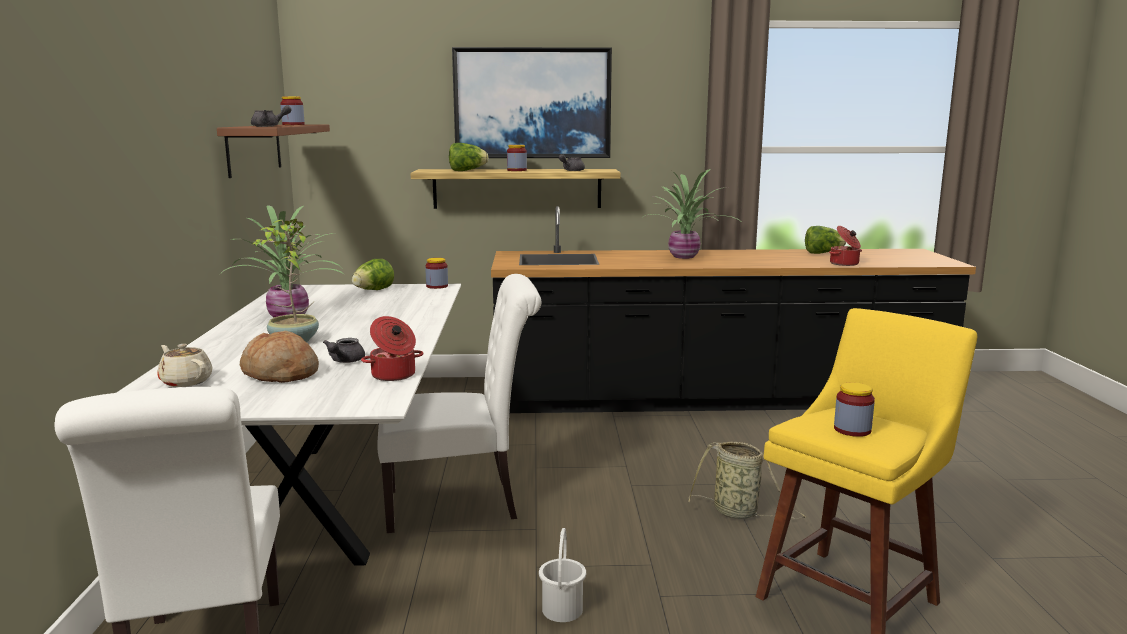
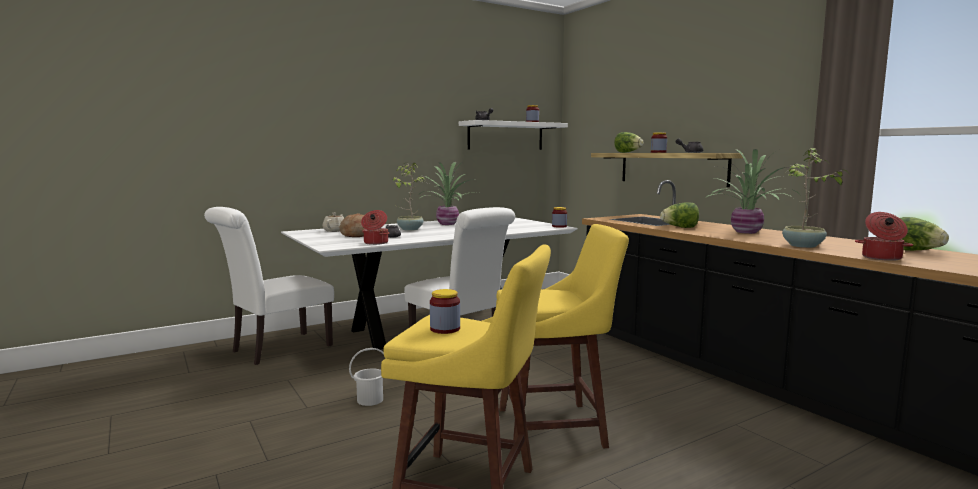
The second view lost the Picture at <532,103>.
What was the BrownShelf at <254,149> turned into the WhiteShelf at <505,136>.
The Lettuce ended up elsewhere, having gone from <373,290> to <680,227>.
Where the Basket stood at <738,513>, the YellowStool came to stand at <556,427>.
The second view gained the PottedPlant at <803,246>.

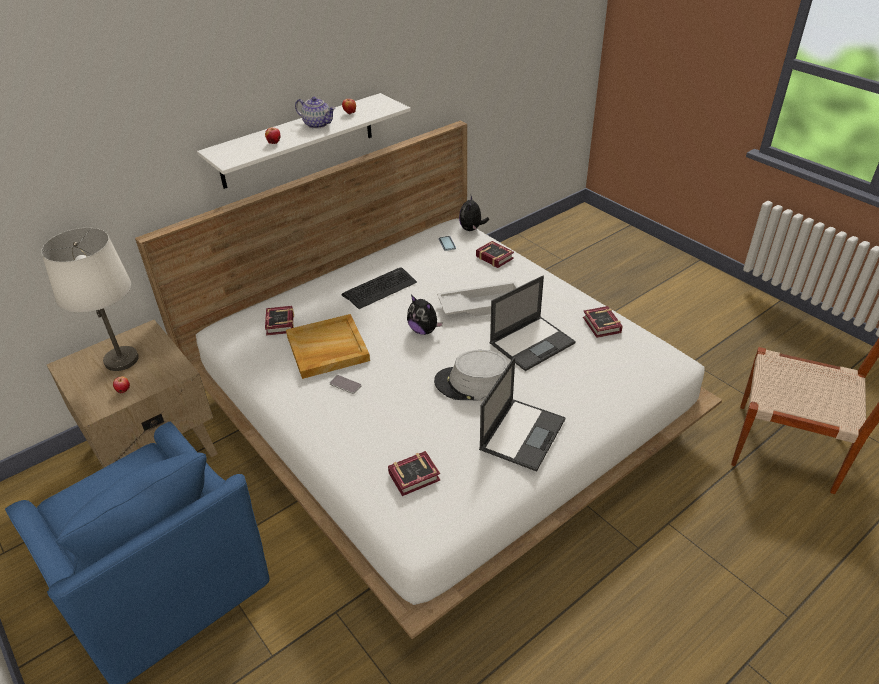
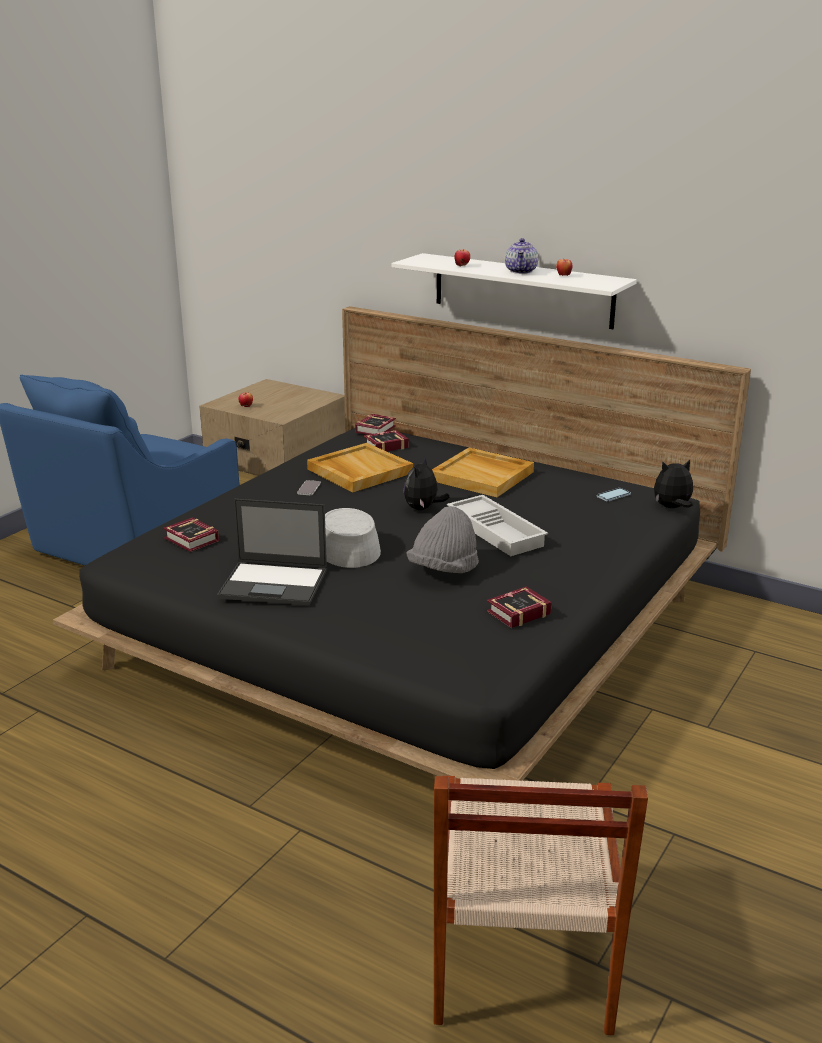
What was the WhiteBed at <442,413> turned into the BlackBed at <411,630>.
The second view lost the WhiteTableLamp at <121,360>.
The Book ended up elsewhere, having gone from <494,256> to <377,429>.
Where the Keyboard stood at <380,288>, the BeigeTray came to stand at <483,476>.
Where the Laptop stood at <532,342>, the GreyHat came to stand at <443,570>.

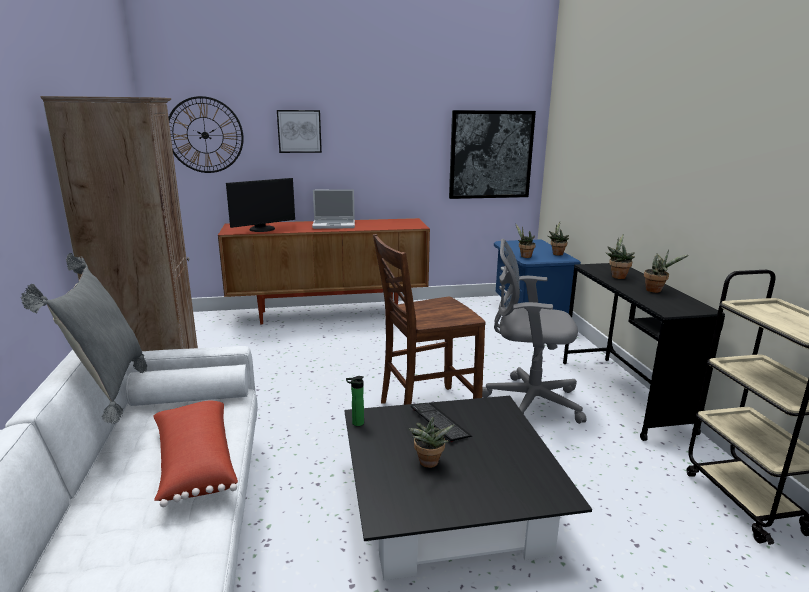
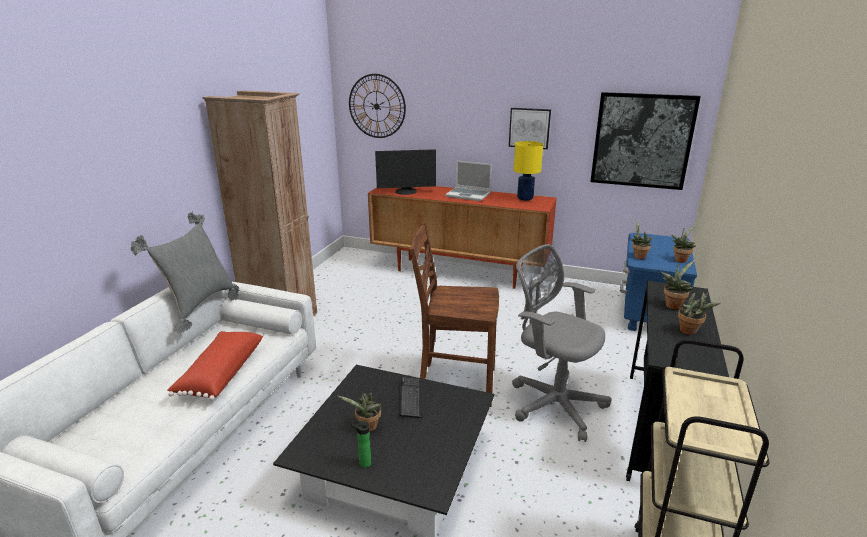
The Picture ended up elsewhere, having gone from <299,131> to <529,128>.
The Bottle ended up elsewhere, having gone from <356,423> to <363,463>.
The second view gained the YellowTableLamp at <525,199>.

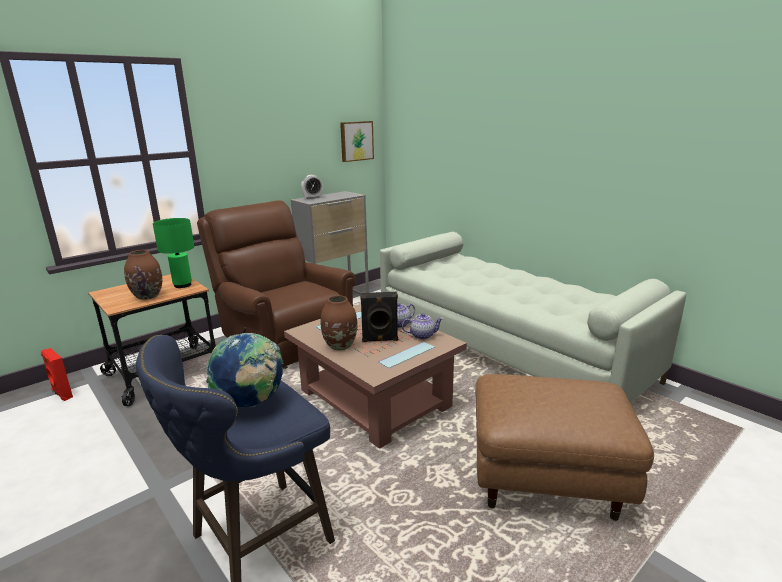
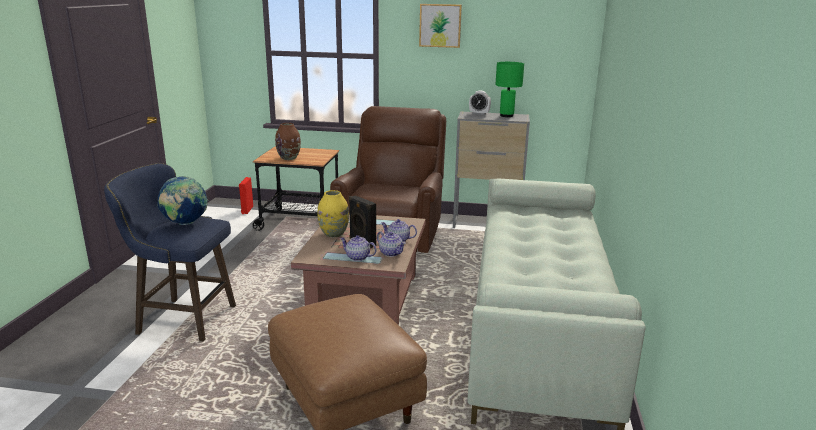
The Picture ended up elsewhere, having gone from <356,141> to <440,25>.
The GreenTableLamp ended up elsewhere, having gone from <183,285> to <507,116>.
What was the BrownVase at <340,346> turned into the YellowVase at <333,234>.
The second view gained the Teapot at <357,257>.

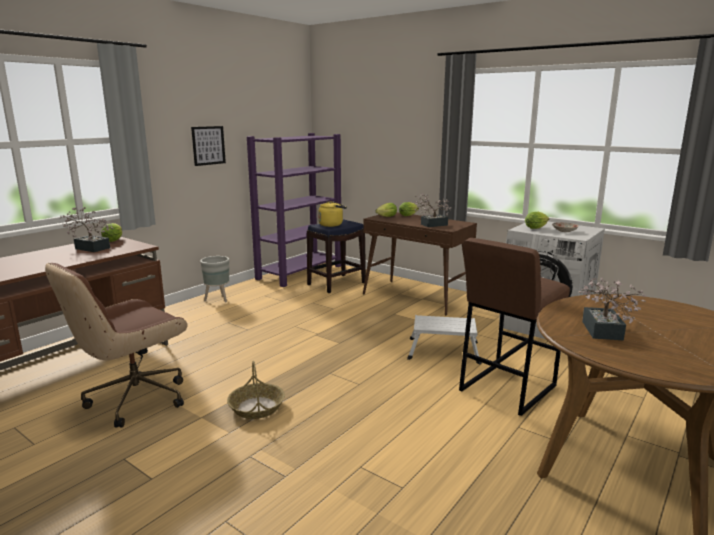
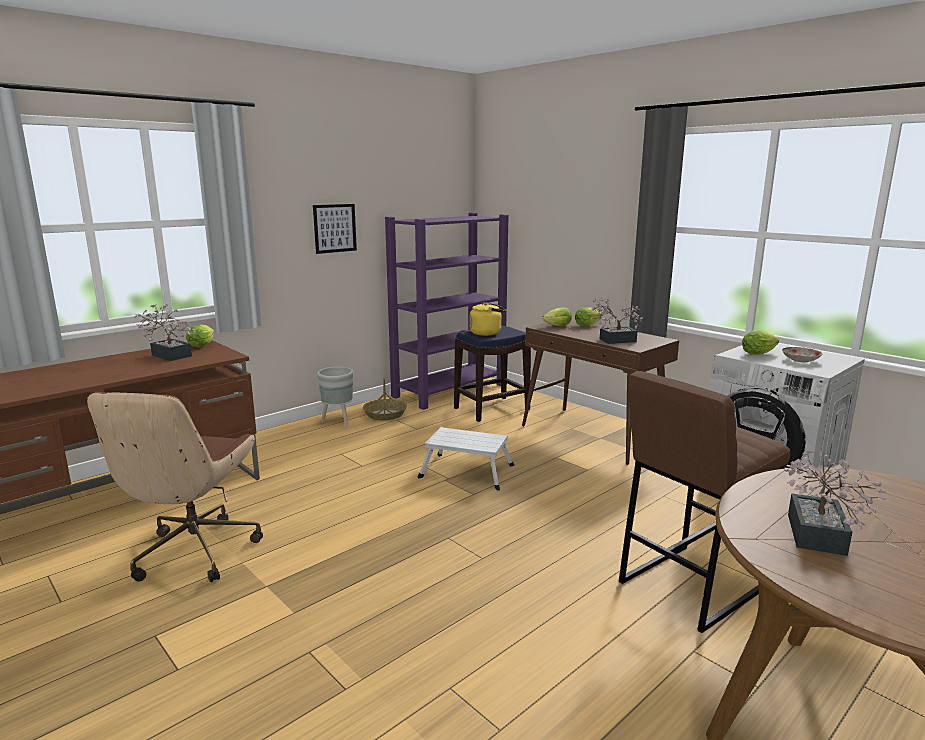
The BrownOfficeChair at <134,401> ended up facing another way, 45 degrees counterclockwise from before.
The WhiteStepLadder ended up elsewhere, having gone from <443,350> to <466,471>.
The Basket ended up elsewhere, having gone from <256,407> to <385,414>.

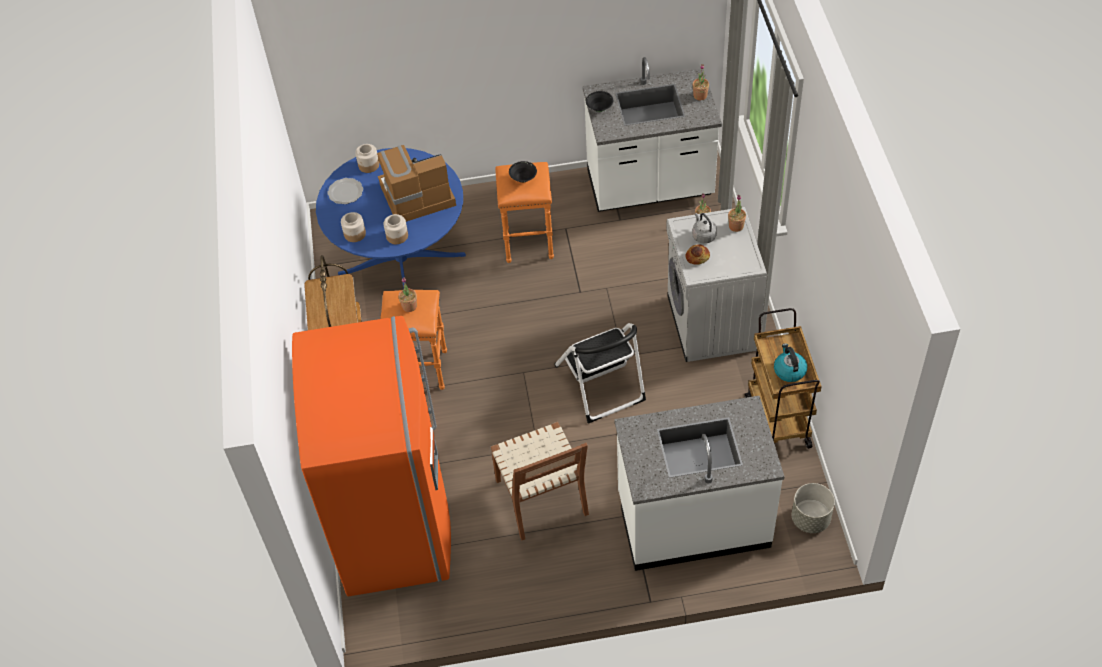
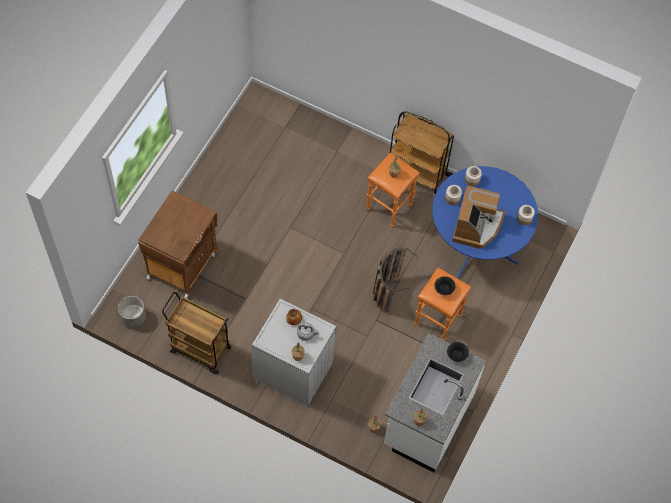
The second view lost the Plate at <345,192>.
The second view lost the OrangeFridge at <395,524>.
The second view lost the StepLadder at <600,385>.
The second view lost the Kettle at <789,370>.
Where the WhiteCounter stood at <693,520>, the BrownCart came to stand at <183,264>.
The second view lost the Chair at <542,502>.
The second view gained the Basket at <388,288>.

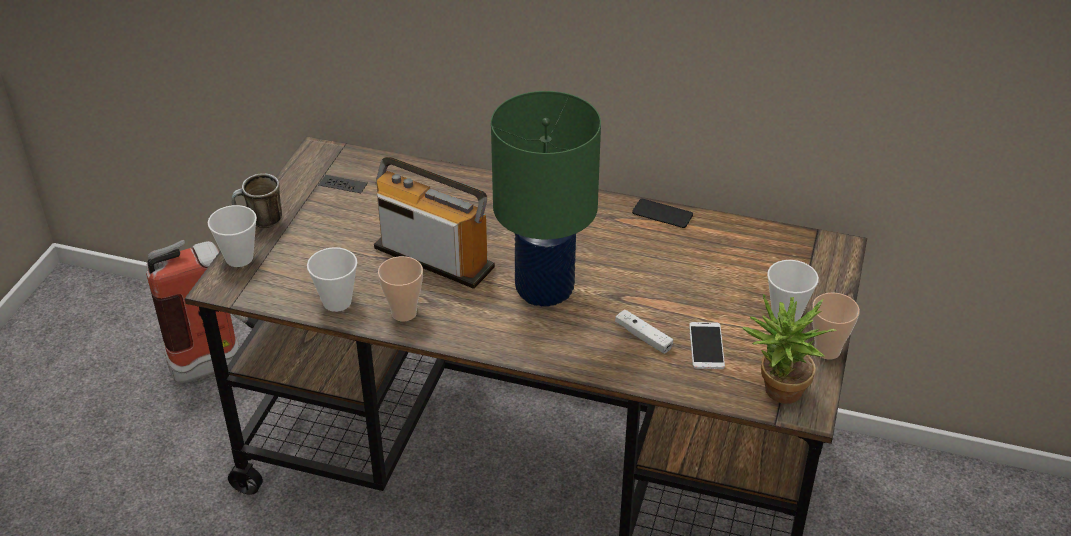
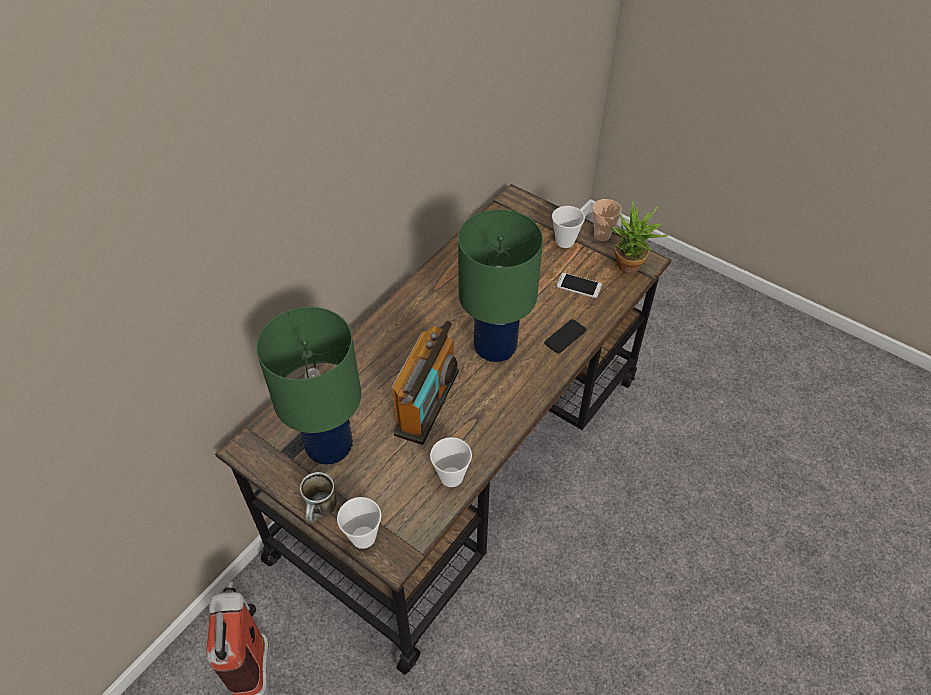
The Radio at <434,257> ended up facing another way, 150 degrees clockwise from before.
The Phone ended up elsewhere, having gone from <662,214> to <565,336>.
The second view lost the Cup at <404,313>.
The second view lost the WhiteGameController at <643,337>.
The second view gained the GreenTableLamp at <330,448>.

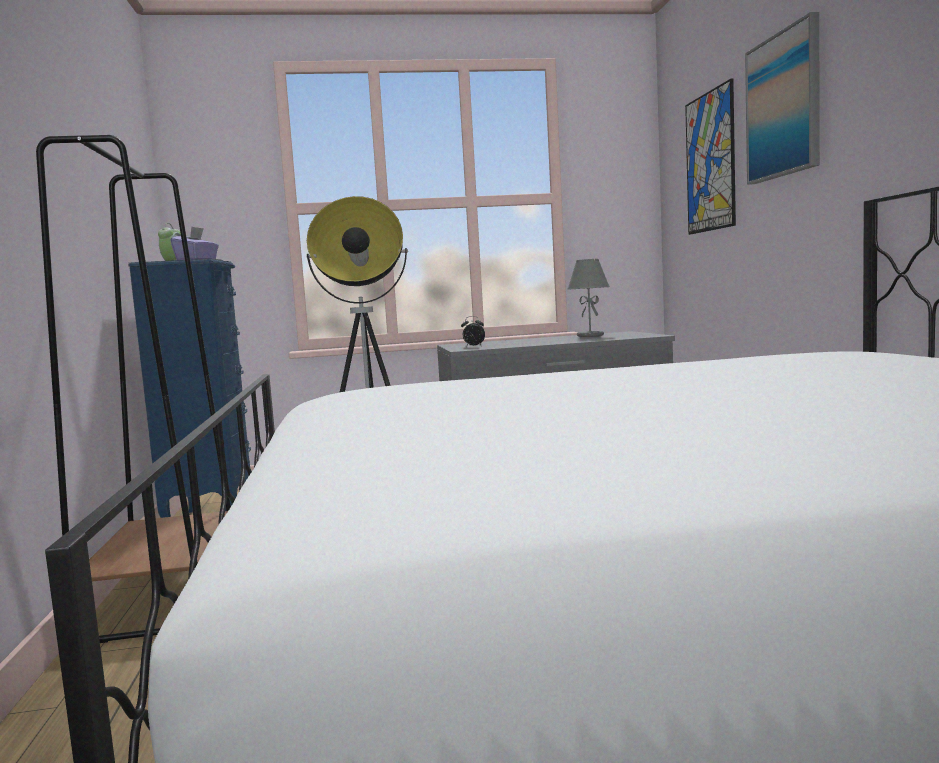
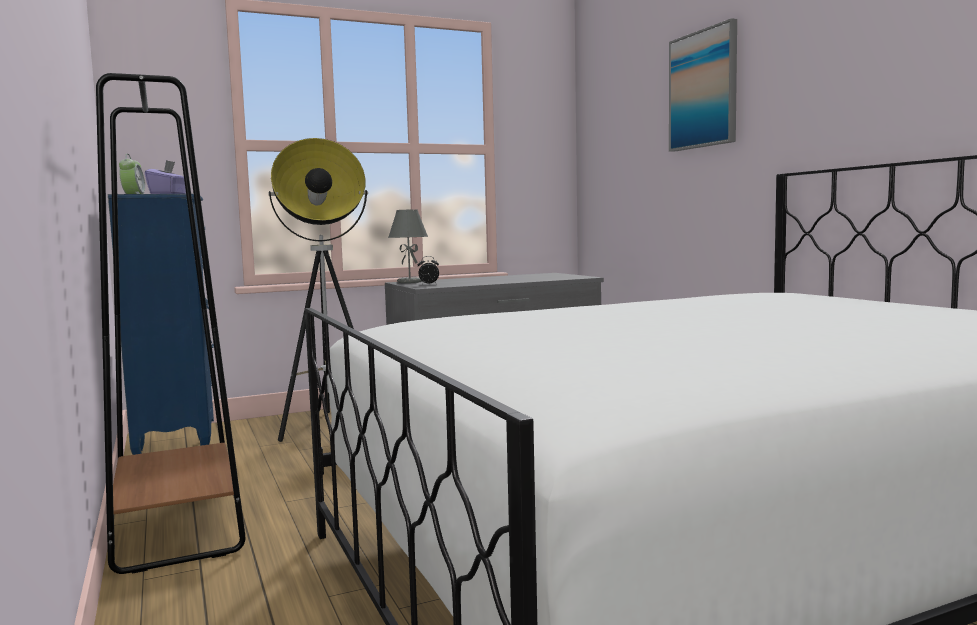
The second view lost the Picture at <710,162>.
The GreyTableLamp ended up elsewhere, having gone from <590,336> to <409,282>.

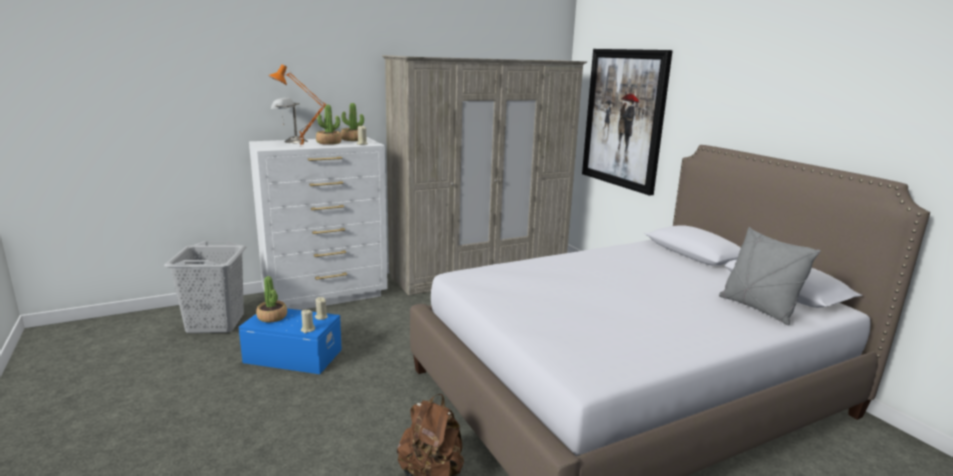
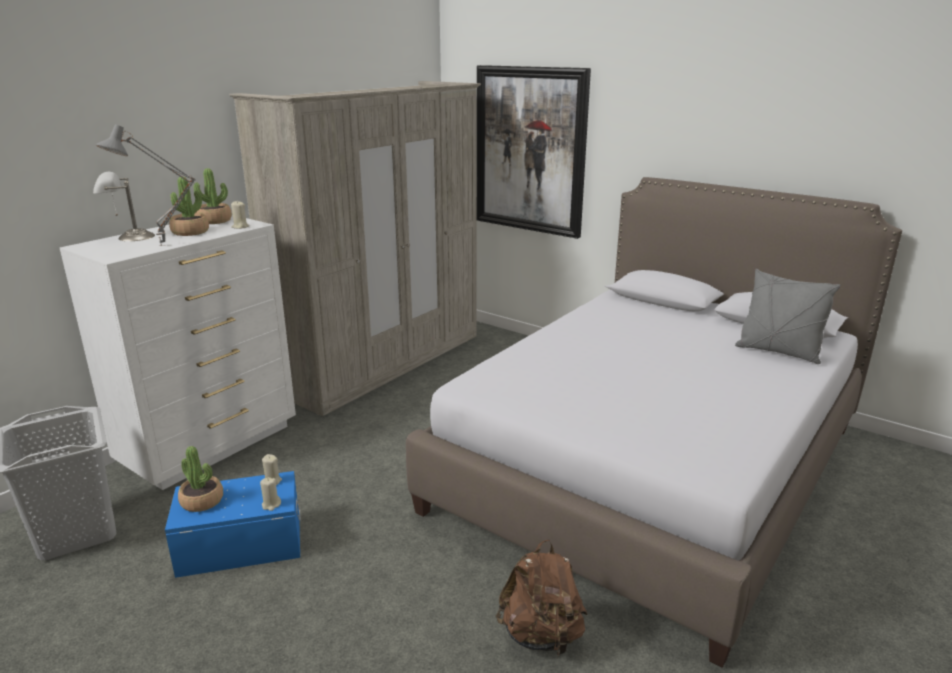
What was the OrangeTableLamp at <301,147> turned into the GreyTableLamp at <162,246>.

